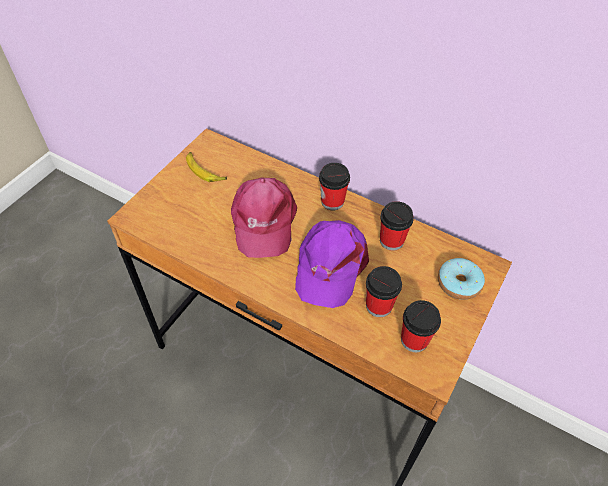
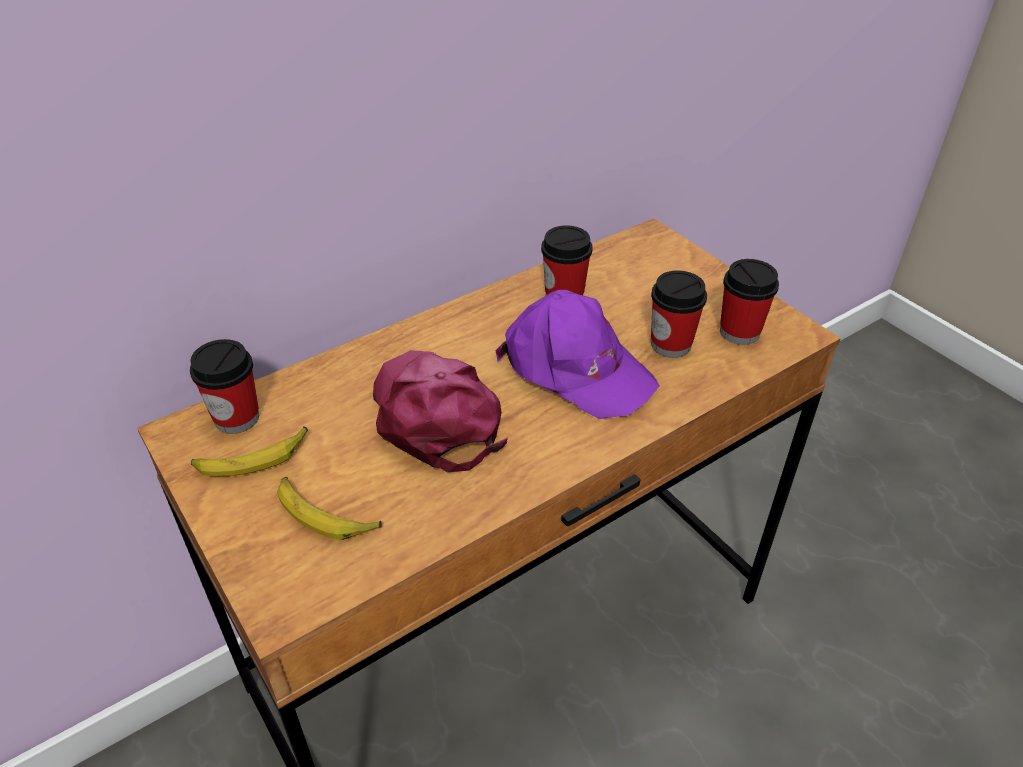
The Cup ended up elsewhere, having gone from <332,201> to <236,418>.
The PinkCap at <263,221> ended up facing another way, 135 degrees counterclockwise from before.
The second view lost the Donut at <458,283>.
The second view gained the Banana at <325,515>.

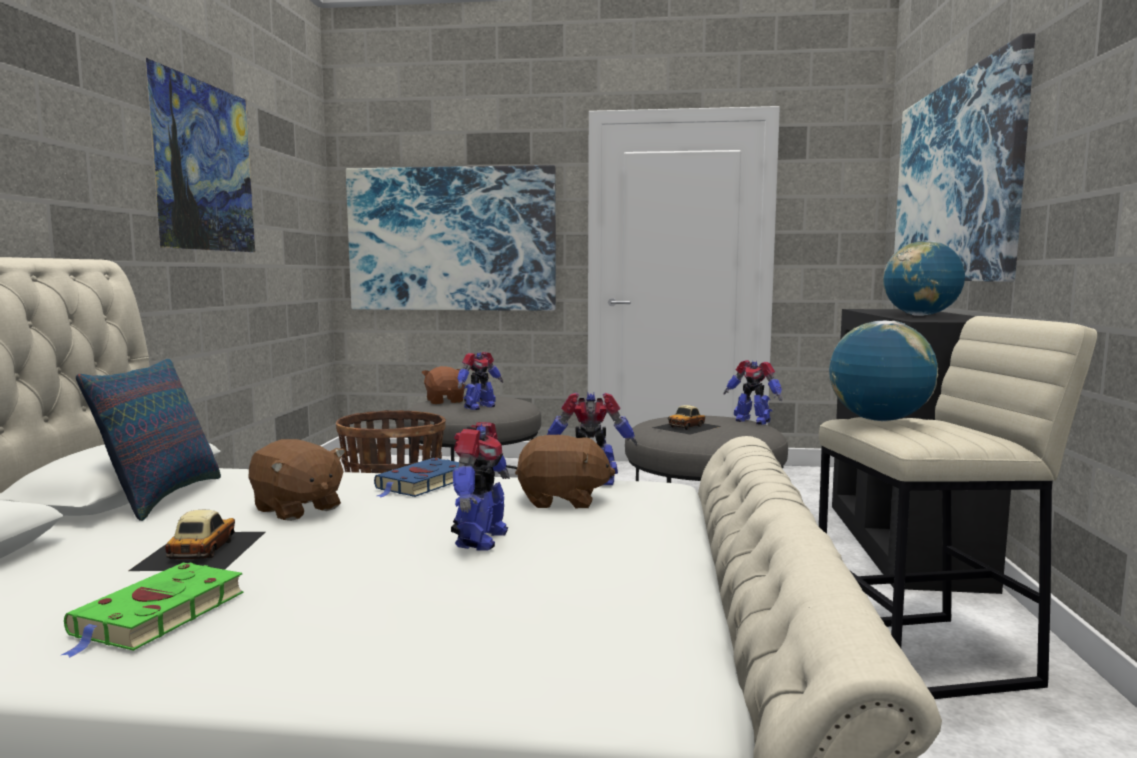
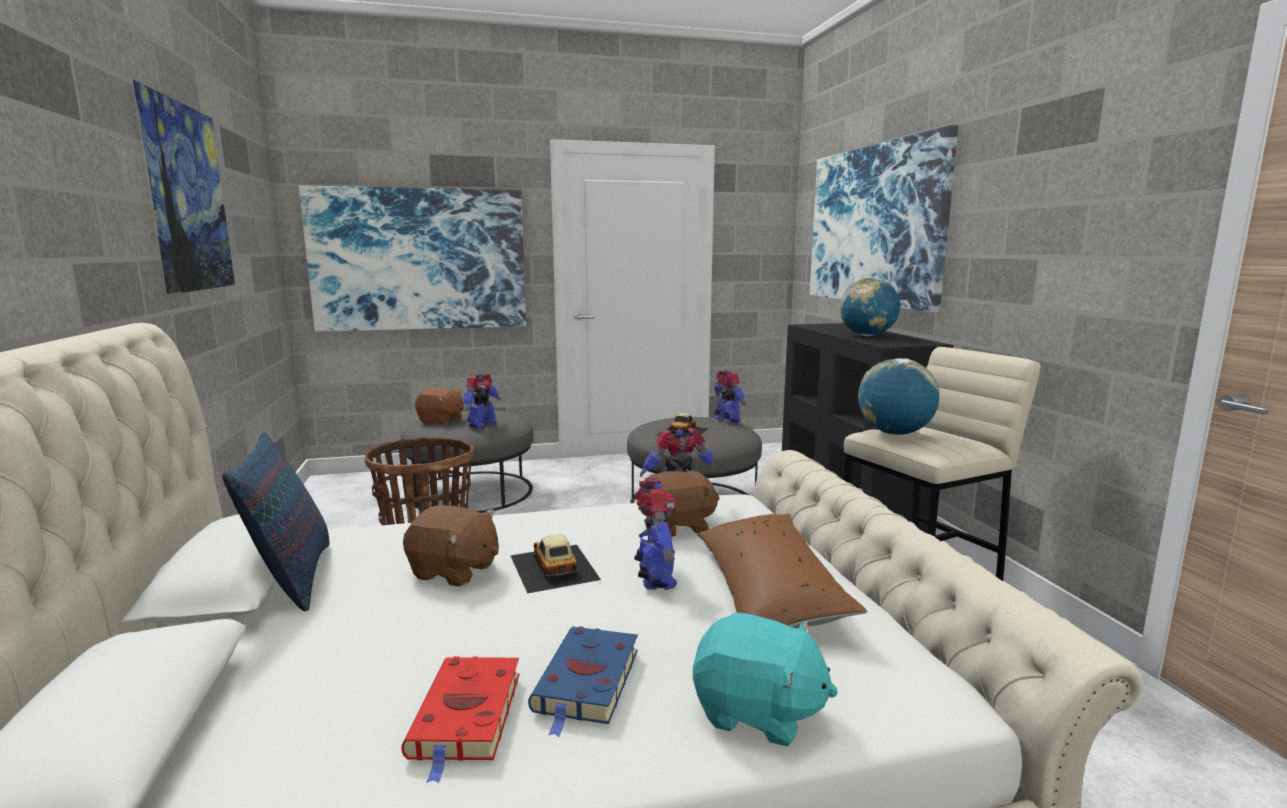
The ToyRobot at <752,421> ended up facing another way, 135 degrees counterclockwise from before.
The BrownPlushToy at <445,401> ended up facing another way, 150 degrees clockwise from before.
The BlueBook ended up elsewhere, having gone from <422,484> to <587,683>.
The ToyCar ended up elsewhere, having gone from <200,550> to <553,567>.
What was the GreenBook at <156,615> turned into the RedBook at <466,717>.
The second view gained the BrownPillow at <768,591>.
The second view gained the TurquoisePlushToy at <757,712>.

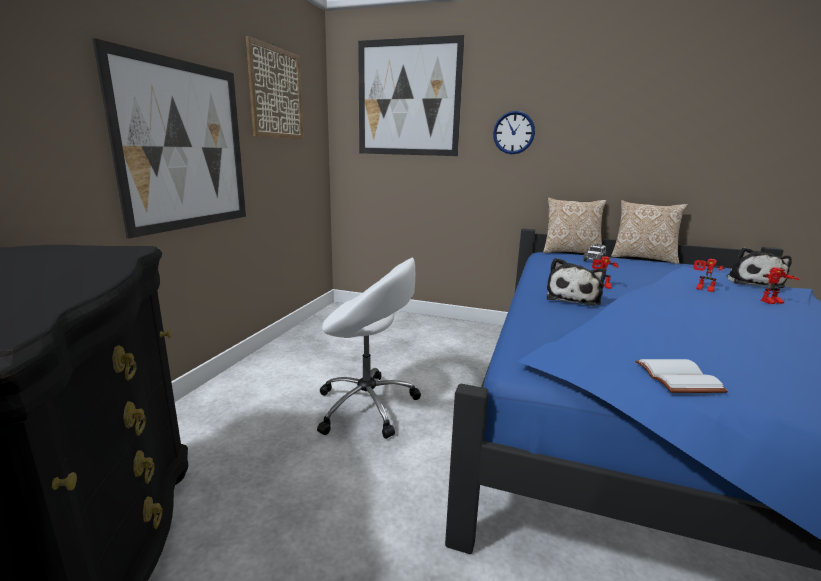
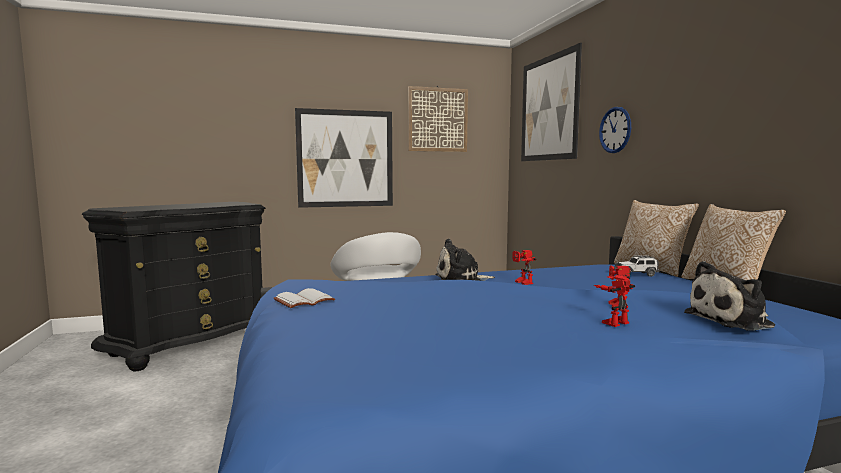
The ToyRobot at <773,302> ended up facing another way, 105 degrees clockwise from before.

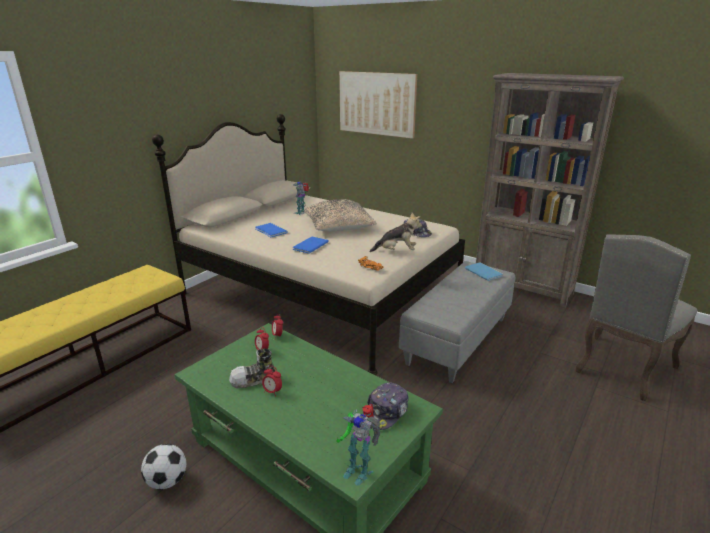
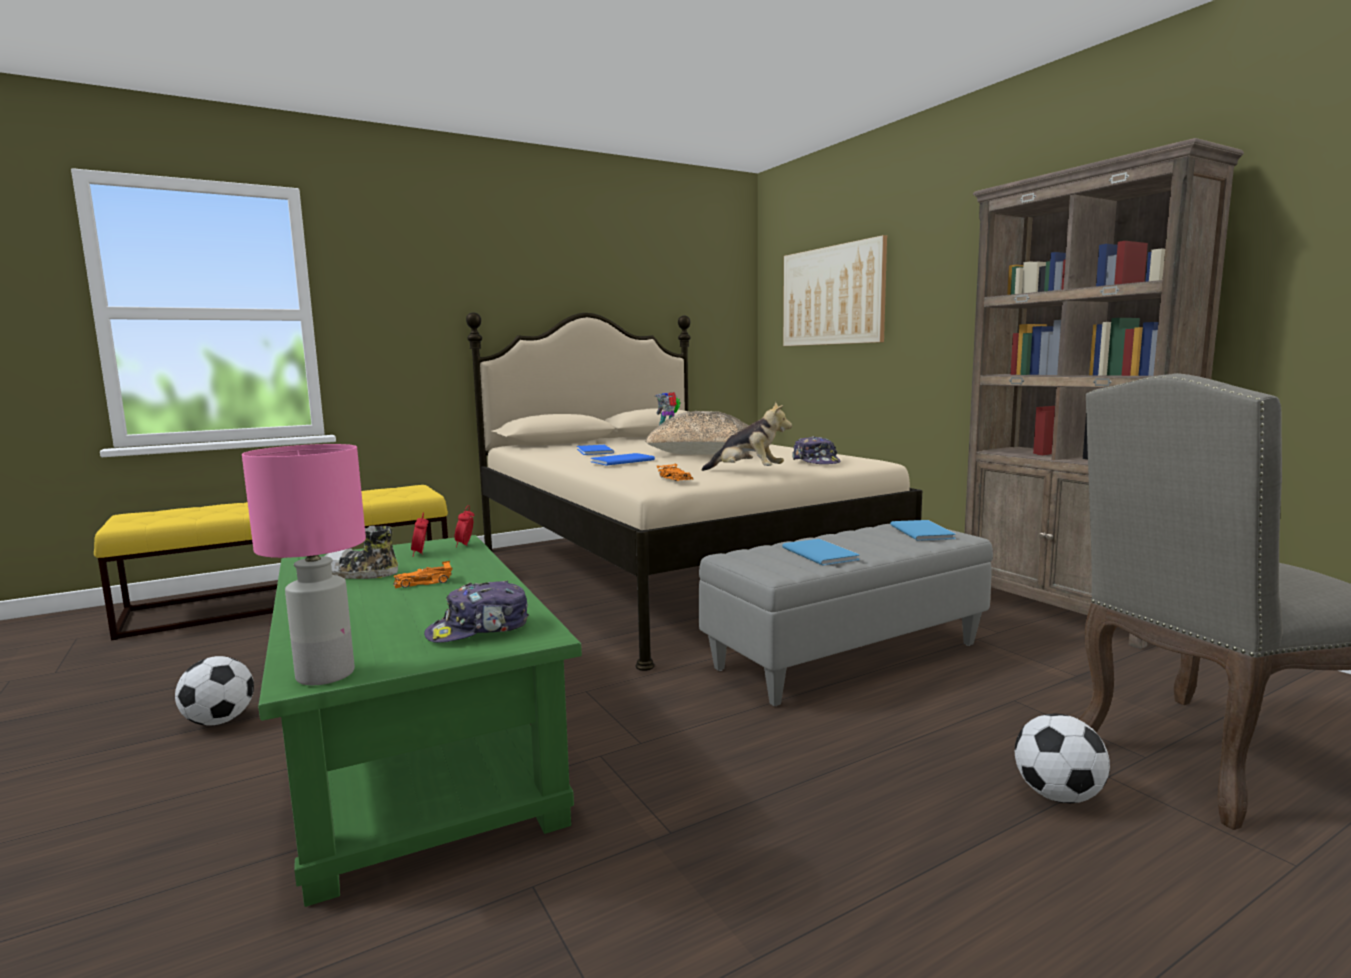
The second view lost the AlarmClock at <272,392>.
Where the ToyRobot stood at <358,470>, the PinkTableLamp came to stand at <324,675>.
The second view gained the BlueBook at <820,553>.
The second view gained the OrangeToyCar at <423,582>.
The second view gained the Football at <1058,795>.

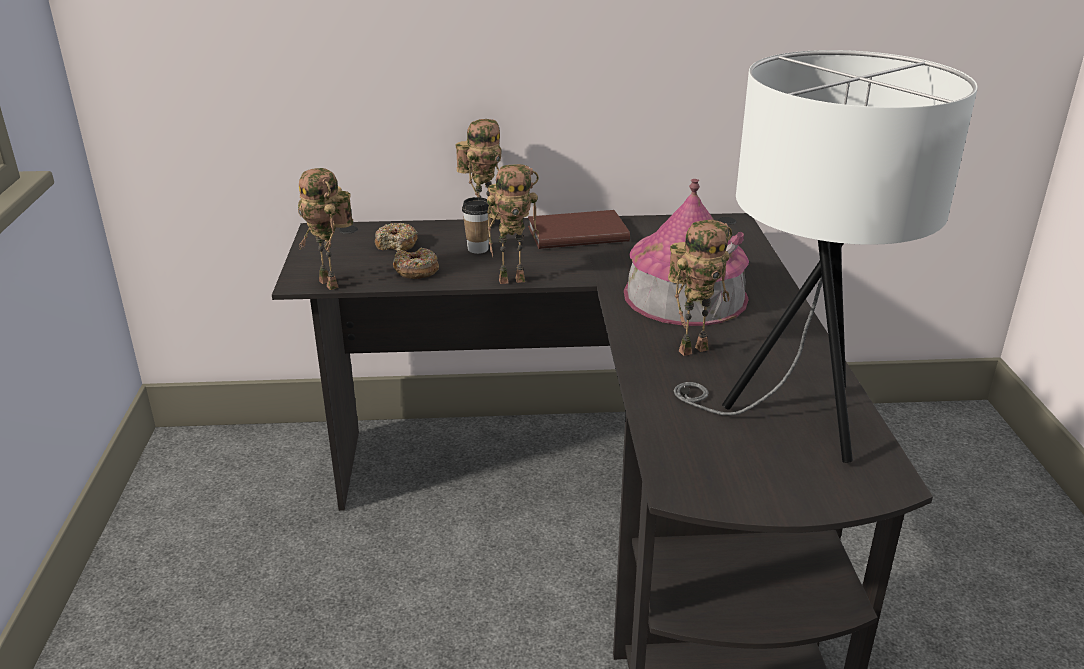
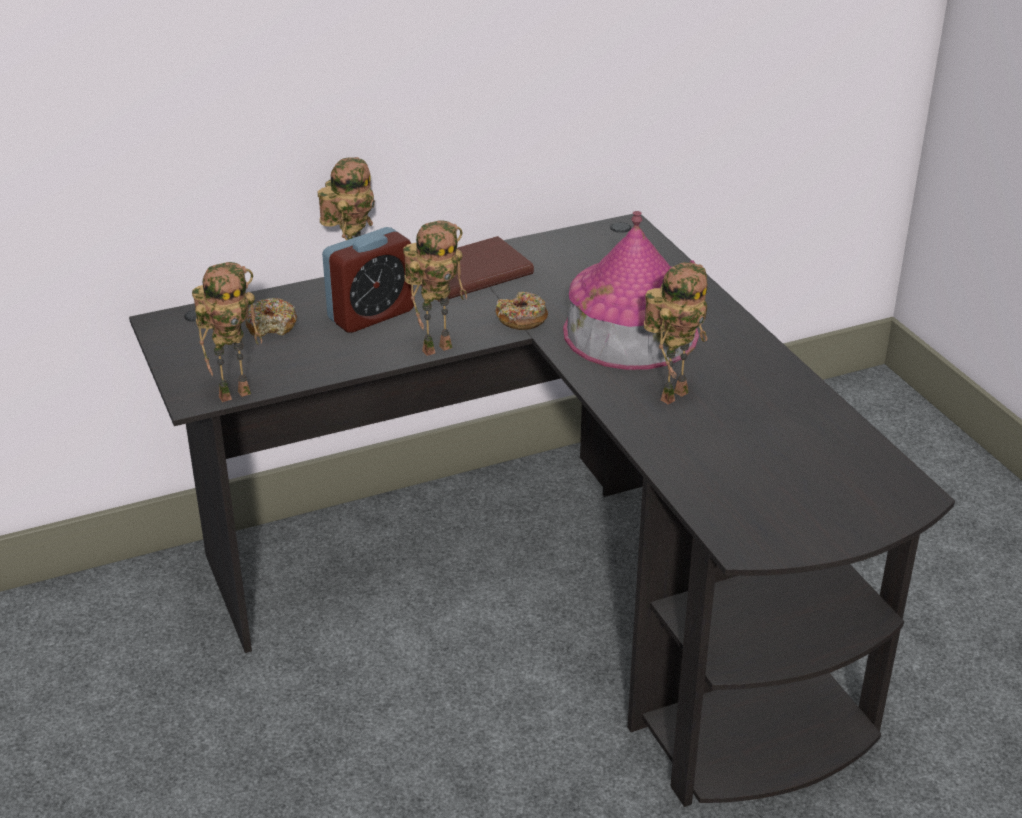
The second view lost the WhiteTableLamp at <794,417>.
The ToyRobot at <332,284> ended up facing another way, 60 degrees counterclockwise from before.
Where the Cup stood at <478,249>, the AlarmClock came to stand at <371,315>.
The Donut ended up elsewhere, having gone from <416,270> to <522,319>.

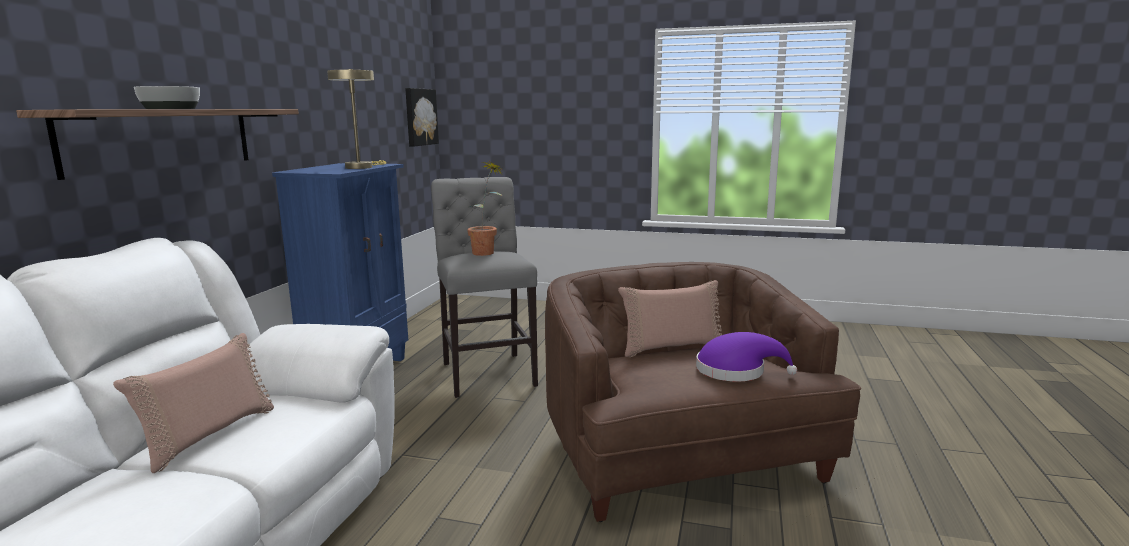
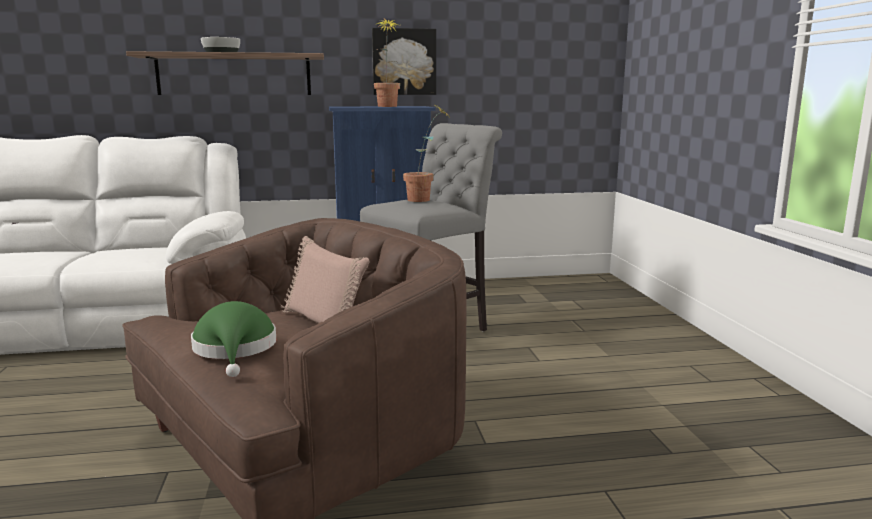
Where the BeigeTableLamp stood at <361,167>, the PottedPlant came to stand at <387,106>.
The Picture ended up elsewhere, having gone from <420,117> to <404,62>.
What was the PurpleHat at <736,371> turned into the GreenHat at <235,349>.
The second view lost the BeigePillow at <209,436>.

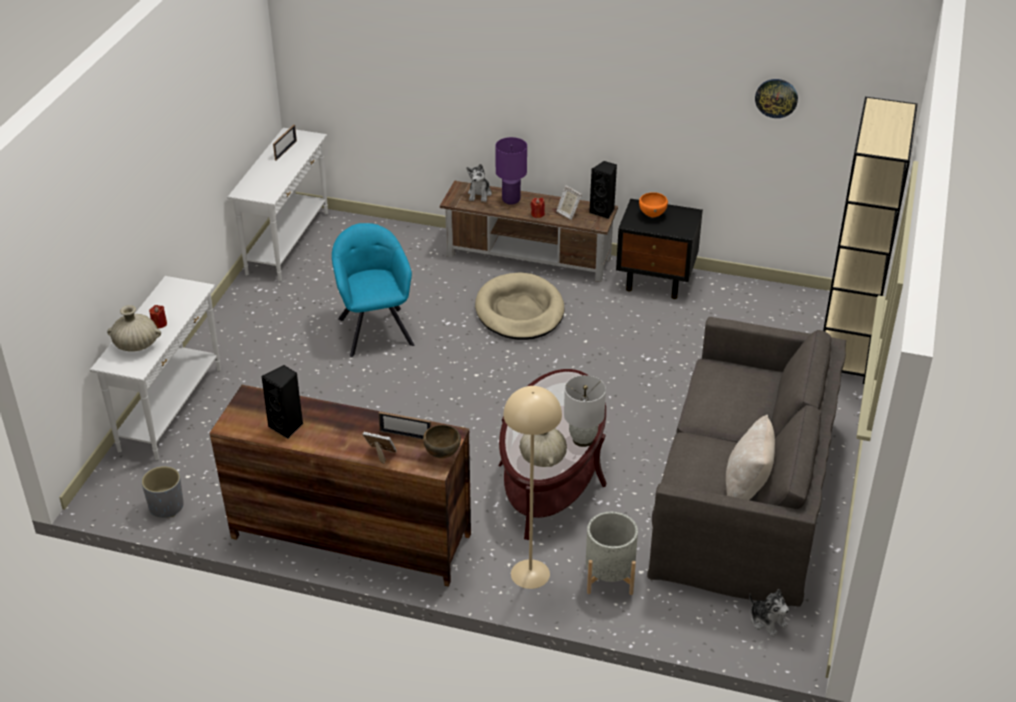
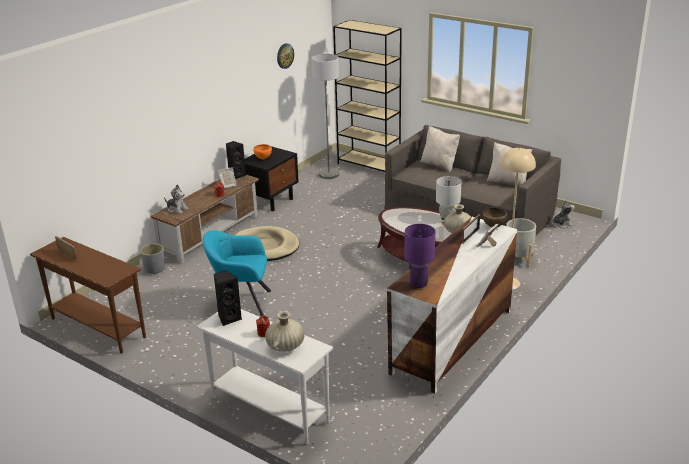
What was the WhiteConsoleTable at <287,243> turned into the BrownConsoleTable at <97,328>.
The PurpleTableLamp ended up elsewhere, having gone from <511,201> to <419,285>.
The BlackSpeaker ended up elsewhere, having gone from <287,427> to <229,318>.
What was the BrownCabinet at <350,534> turned into the WhiteCabinet at <450,341>.
The GreyPlanter ended up elsewhere, having gone from <166,506> to <154,269>.
The second view gained the GreyFloorLamp at <329,177>.
The second view gained the BeigePillow at <439,165>.

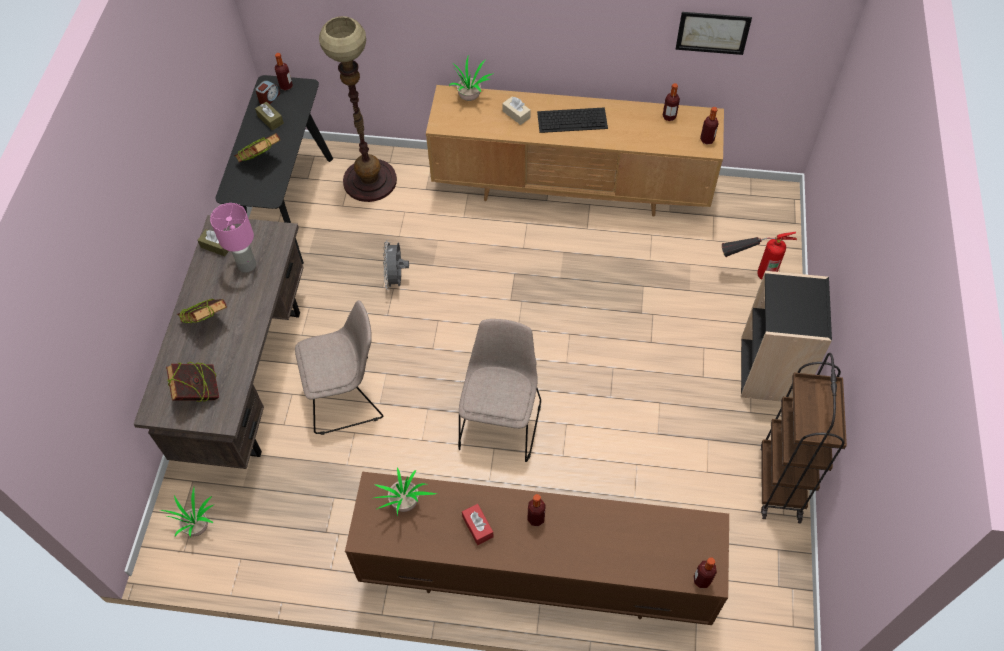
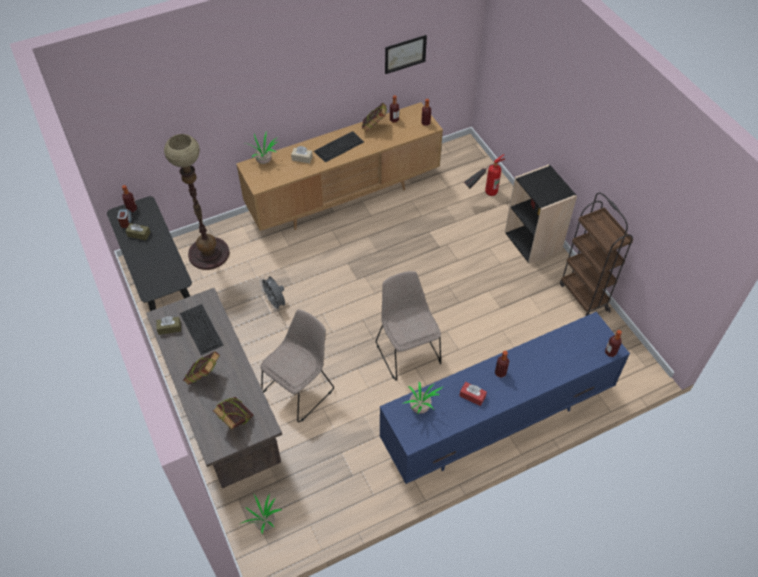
The Book ended up elsewhere, having gone from <261,161> to <374,127>.
Where the PinkTableLamp stood at <246,265>, the Keyboard came to stand at <201,328>.
What was the BrownCabinet at <534,578> turned into the BlueCabinet at <496,425>.

